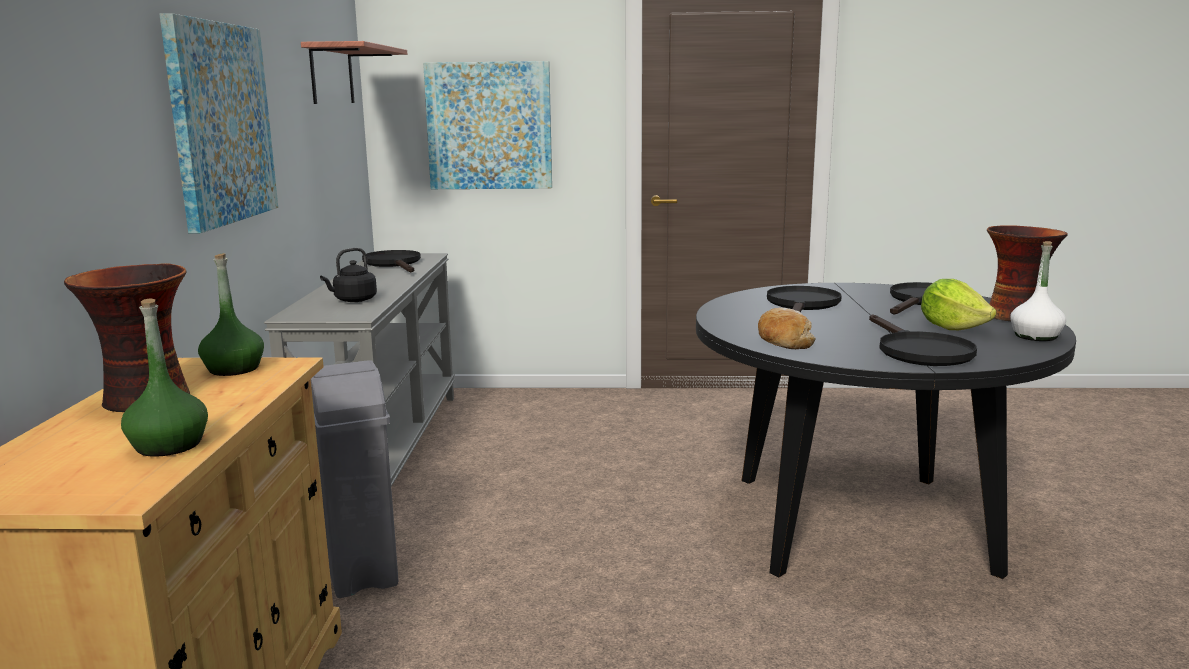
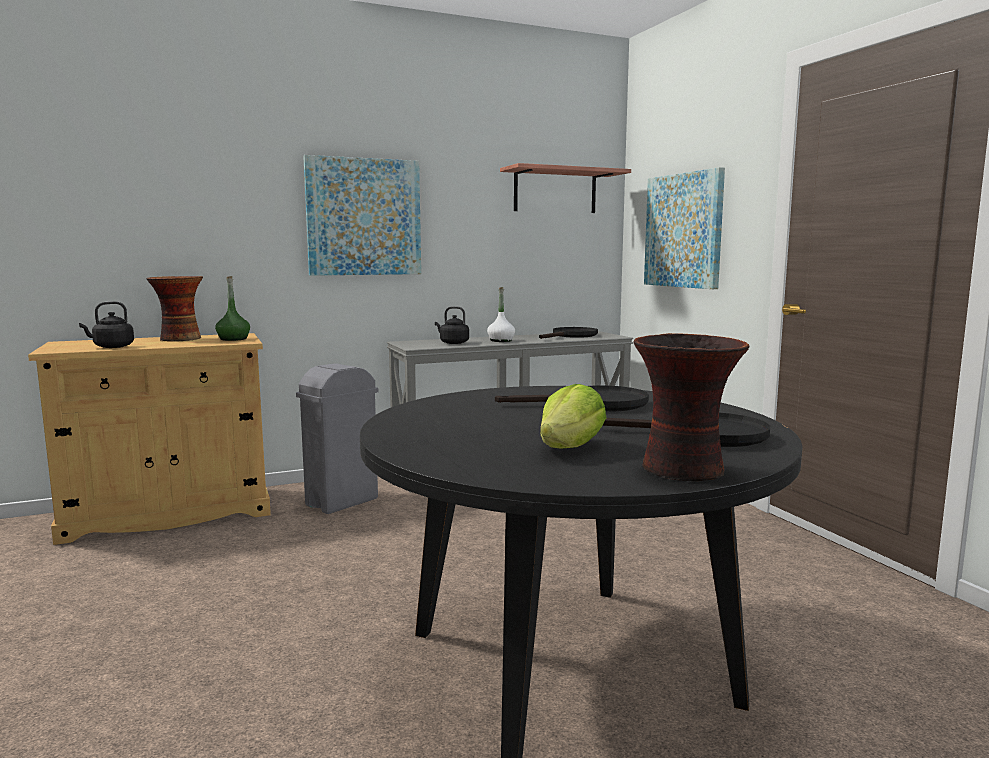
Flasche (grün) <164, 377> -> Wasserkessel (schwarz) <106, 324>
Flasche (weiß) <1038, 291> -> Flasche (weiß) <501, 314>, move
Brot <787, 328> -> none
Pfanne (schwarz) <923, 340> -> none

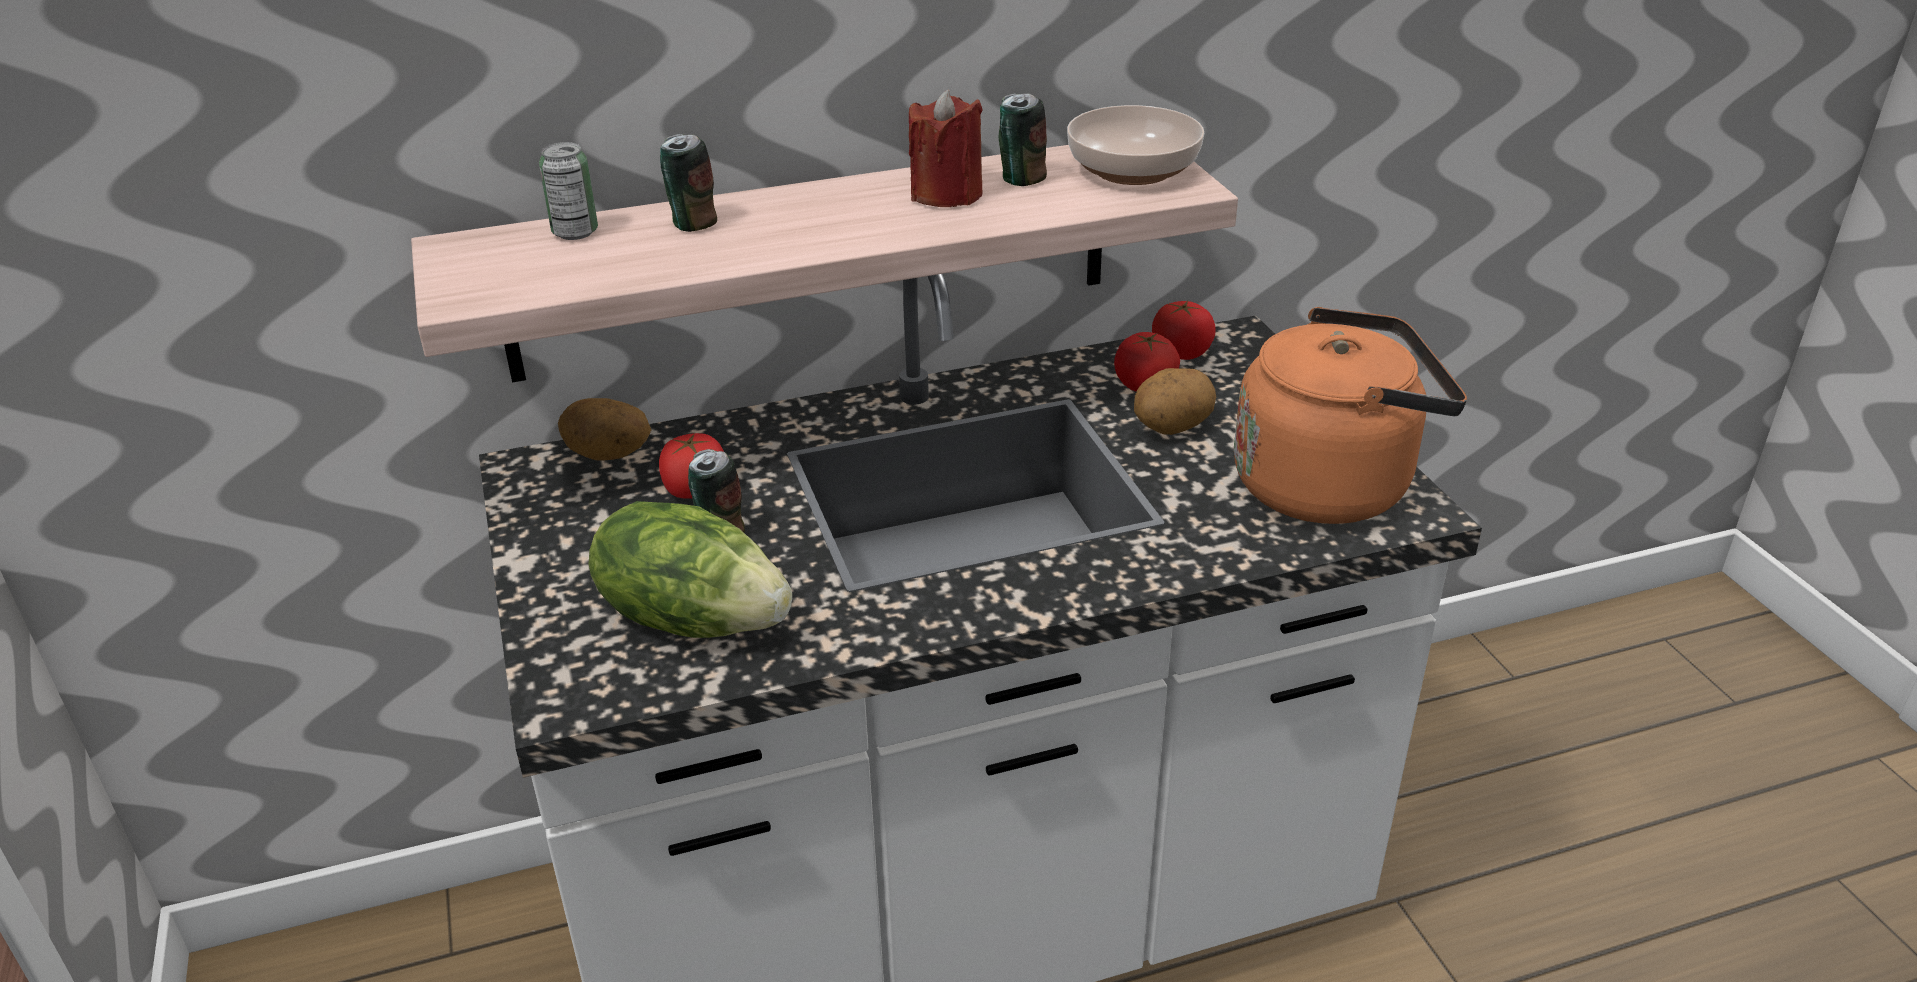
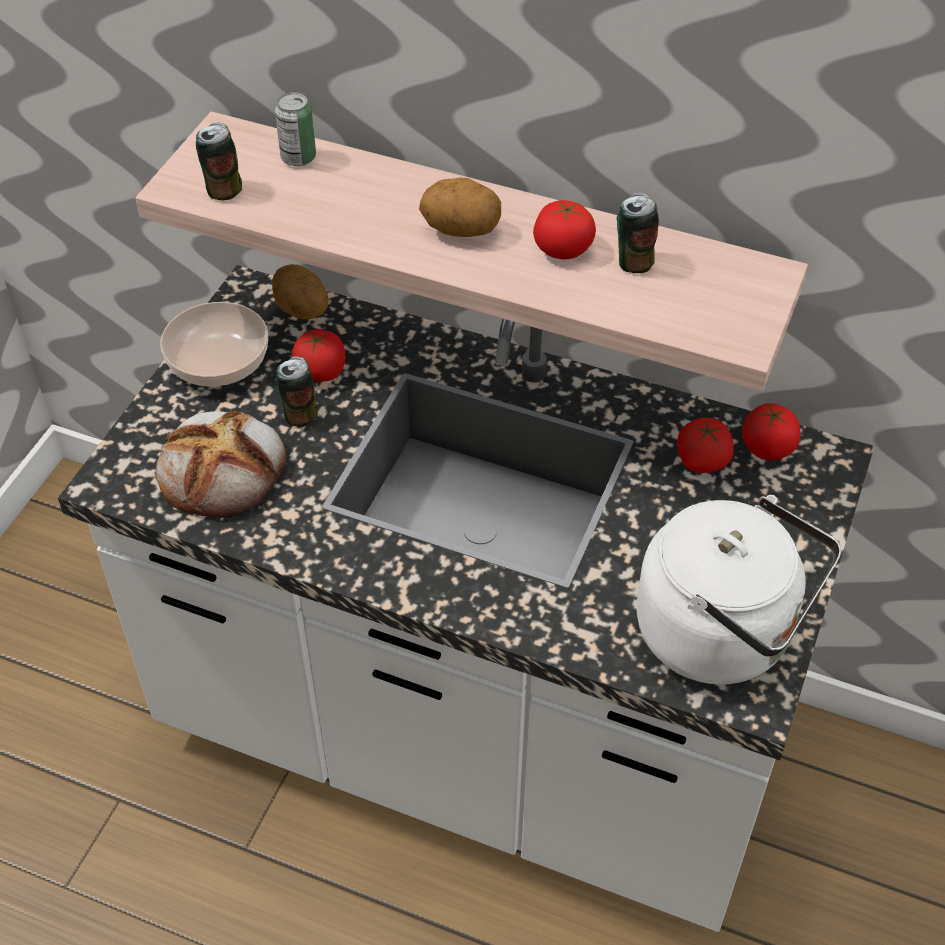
Salatkopf <690, 569> -> Brot <221, 464>
Schüssel <1136, 145> -> Schüssel <214, 344>, move
Dose <688, 183> -> Dose <219, 161>, move
Kartoffel <1175, 401> -> Kartoffel <460, 207>, move
Kerze (rot) <946, 148> -> Tomate <564, 229>
Wasserkessel (orange) <1350, 415> -> Wasserkessel (weiß) <738, 589>

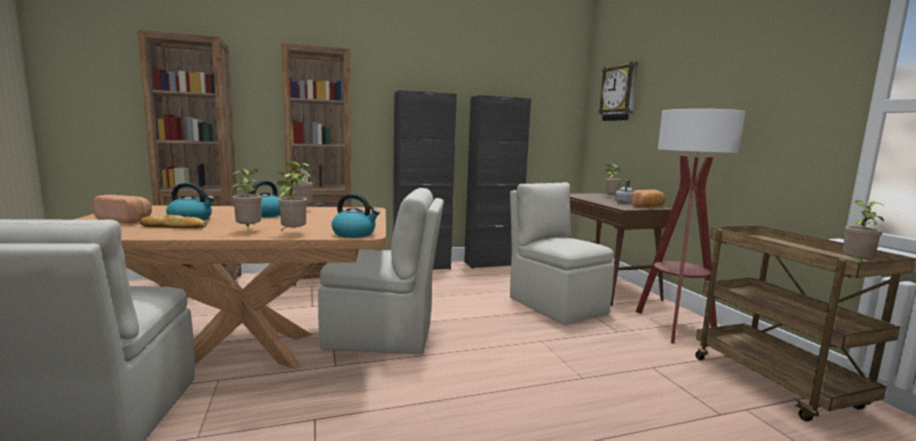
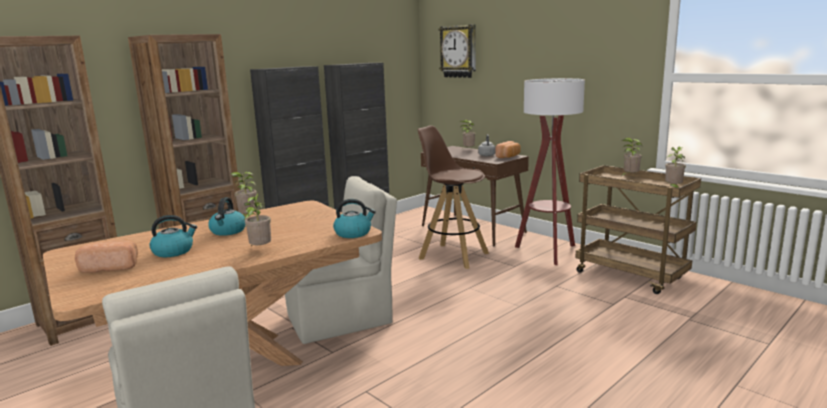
Stuhl (beige) <562, 253> -> Hocker (braun) <453, 197>
Topfpflanze <292, 201> -> Topfpflanze <632, 157>, move
Brot <173, 221> -> none

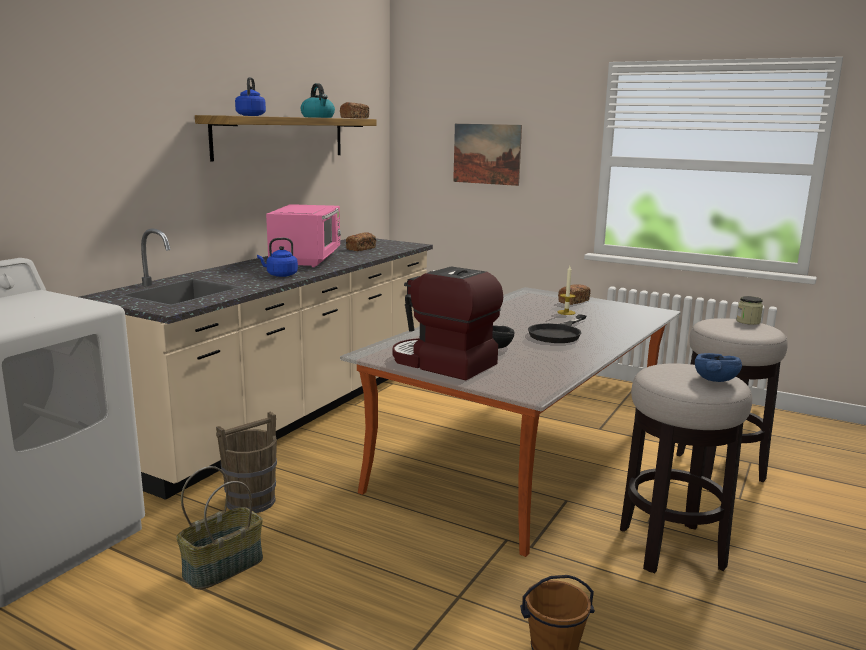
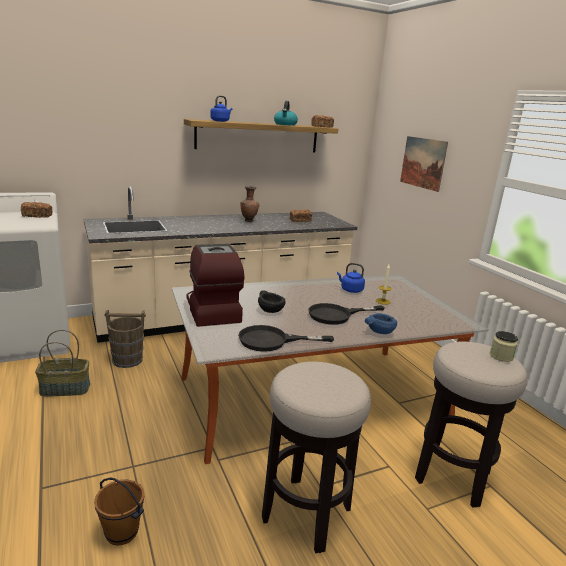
Brot <574, 294> -> Brot <36, 210>, move
none -> Pfanne (schwarz) <286, 338>
Mikrowelle (rosa) <303, 235> -> Vase (braun) <249, 204>
Wasserkessel (blau) <277, 257> -> Wasserkessel (blau) <351, 278>, move
Schüssel (blau) <718, 367> -> Schüssel (blau) <381, 323>, move

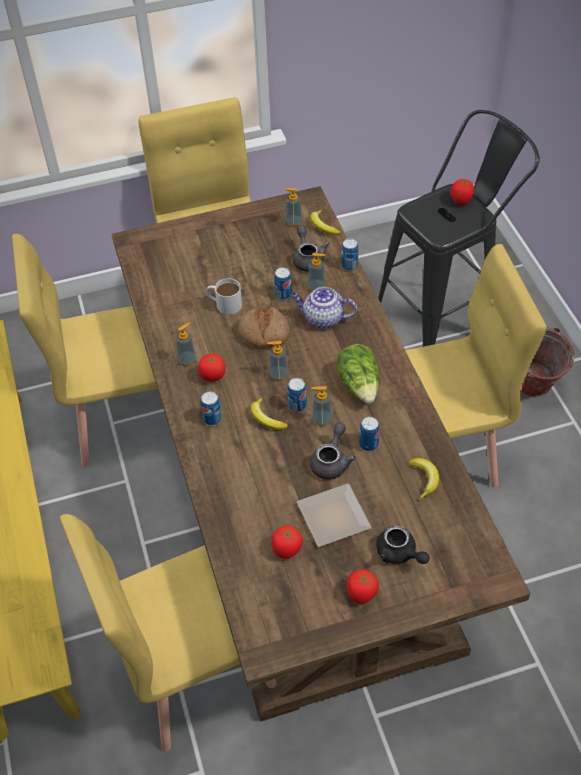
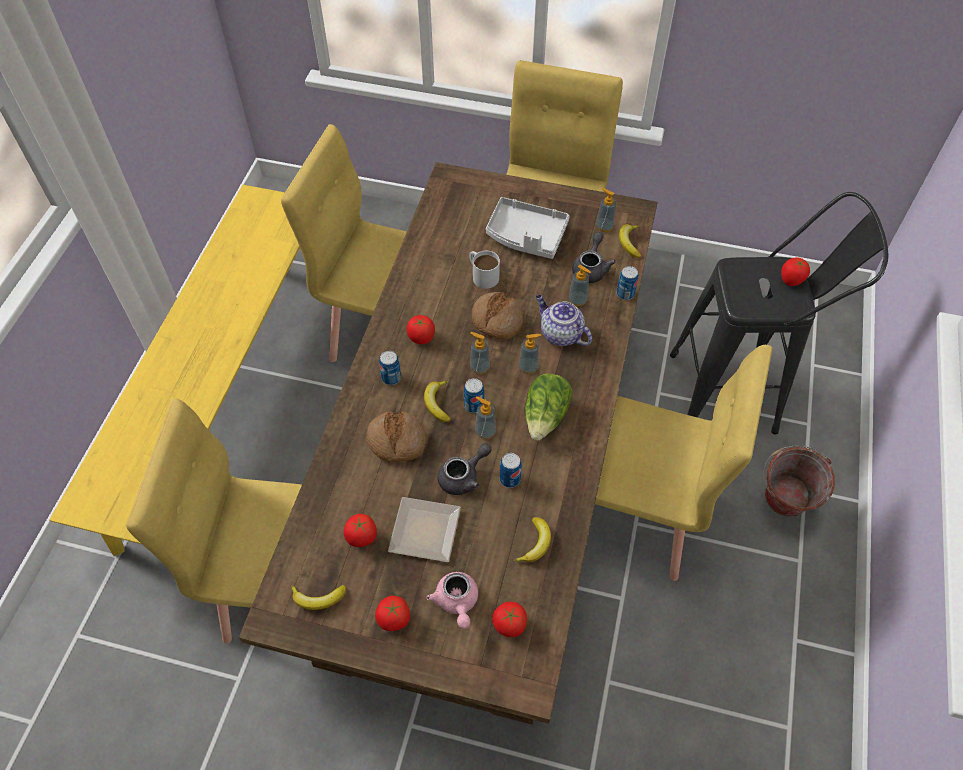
none -> Banane <318, 597>
none -> Brot <396, 437>
Teekanne (schwarz) <403, 544> -> Teekanne (rosa) <452, 600>
none -> Tablett (grau) <528, 228>
none -> Tomate <509, 619>
Seifenspender <186, 344> -> Seifenspender <530, 354>, move
Dose <283, 283> -> none

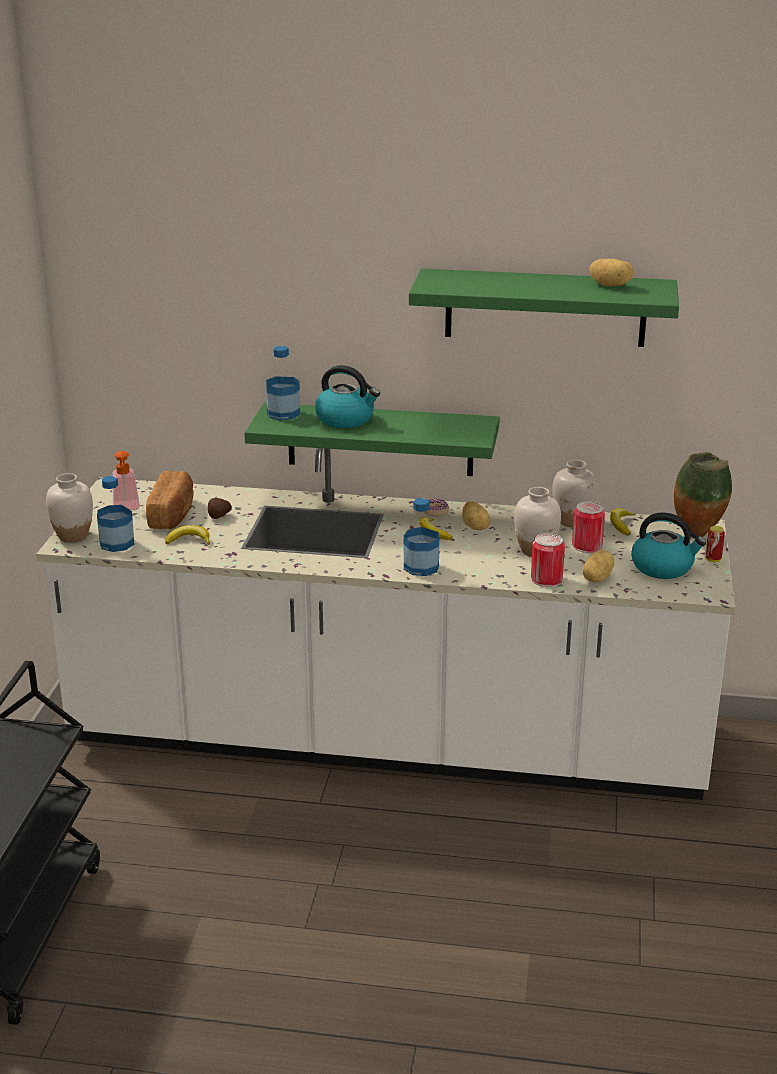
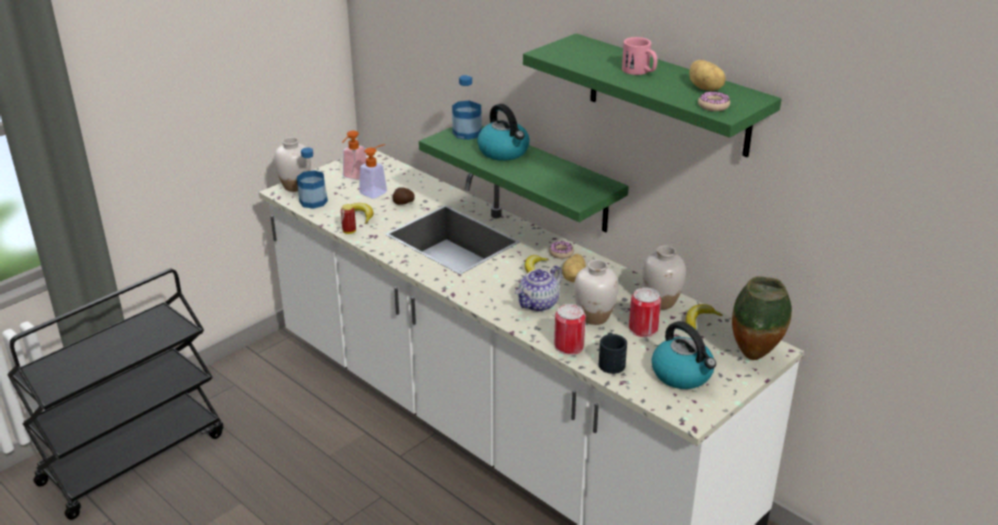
Dose <715, 544> -> Dose <348, 219>, move
Brot <170, 500> -> Seifenspender <373, 171>
none -> Teekanne <538, 288>
Kartoffel <598, 566> -> Henkelbecher (schwarz) <613, 353>
none -> Henkelbecher (rosa) <639, 56>
none -> Donut <714, 101>
Flasche <421, 537> -> none

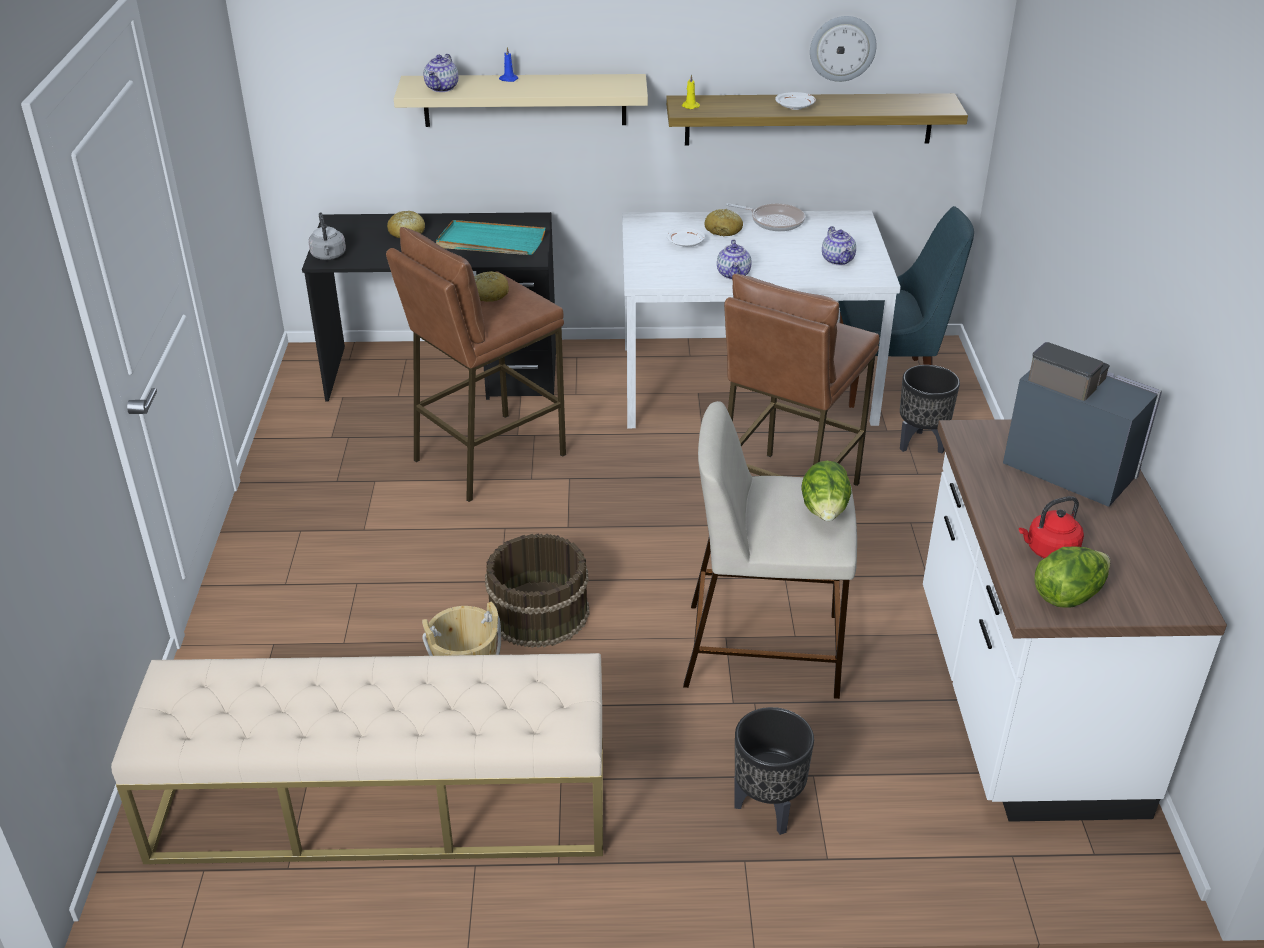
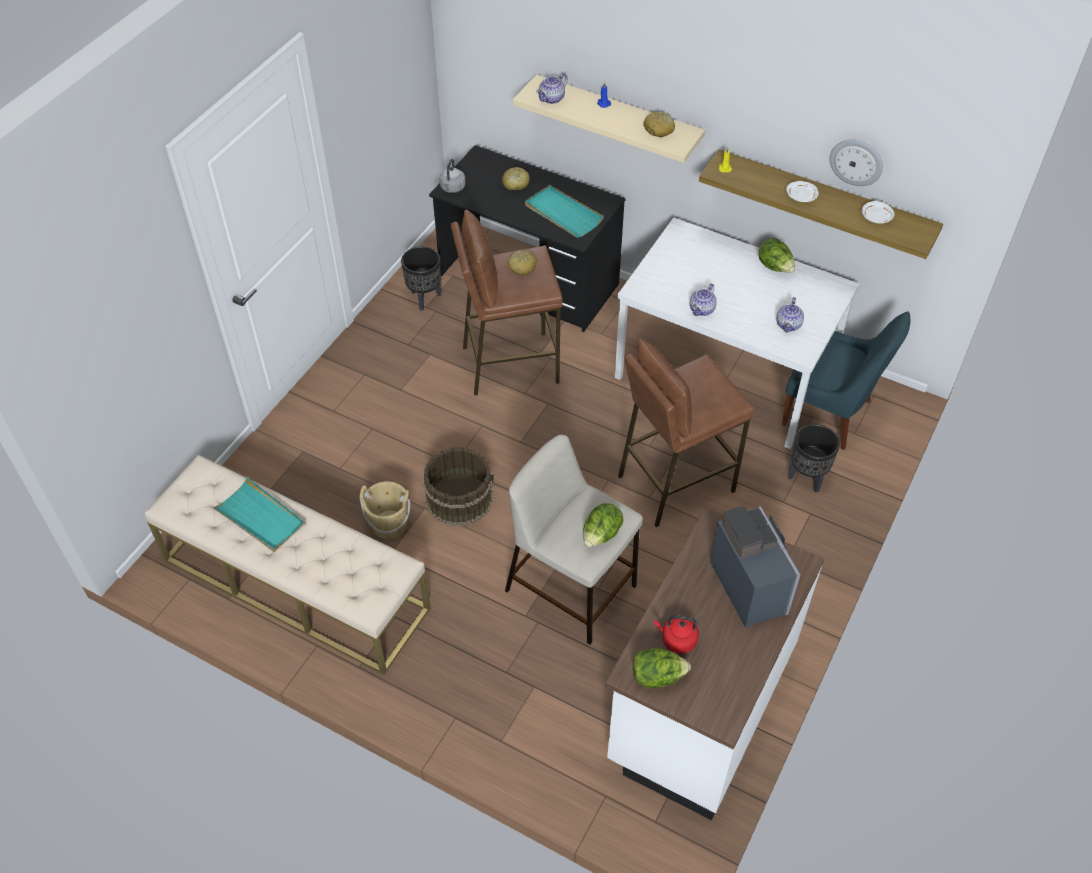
none -> Tablett (türkis) <258, 514>
Pflanzkübel (schwarz) <774, 771> -> Pflanzkübel (schwarz) <421, 278>, move
Brot <724, 222> -> Brot <659, 124>, move
Pfanne <765, 217> -> Salatkopf <777, 255>
Teller (weiß) <686, 237> -> Teller (weiß) <878, 212>, move

